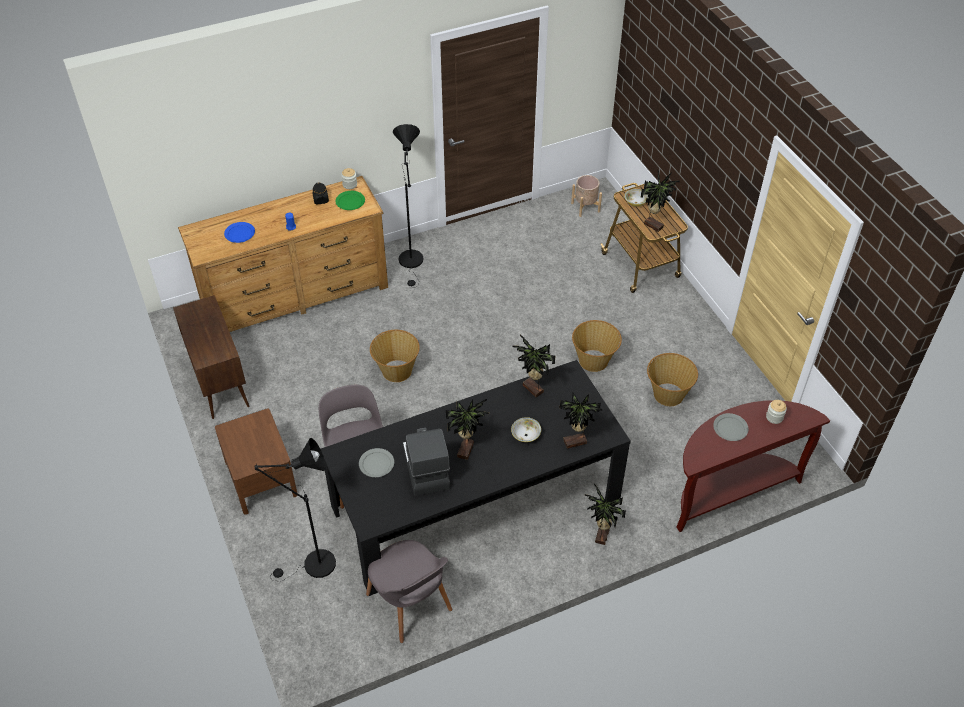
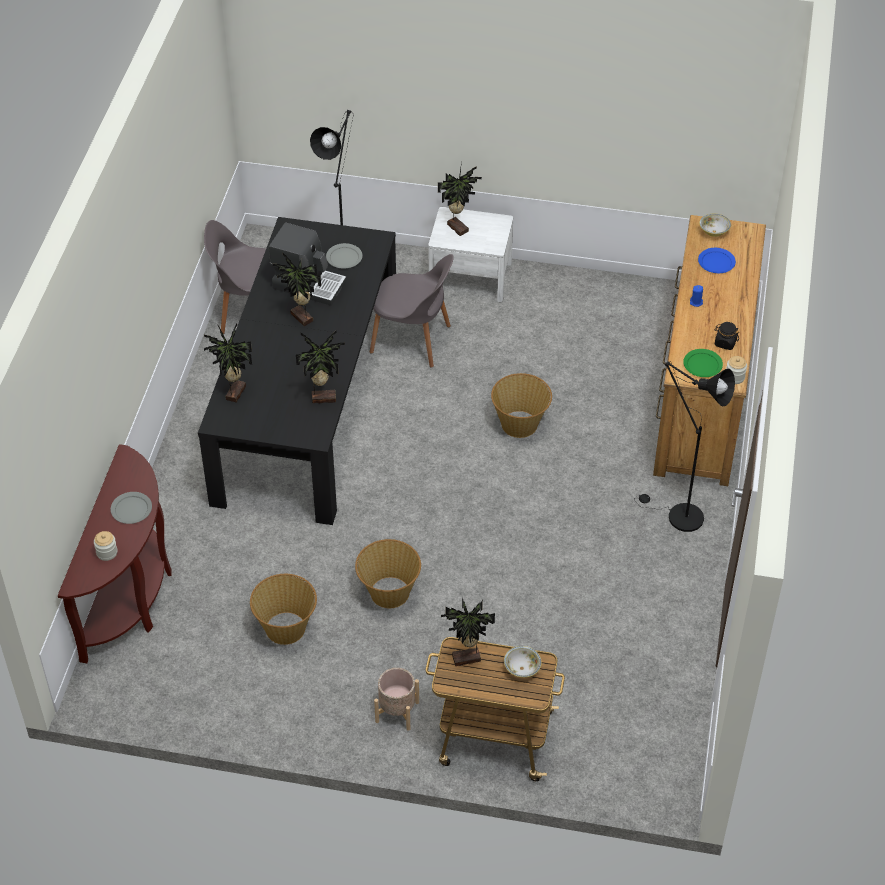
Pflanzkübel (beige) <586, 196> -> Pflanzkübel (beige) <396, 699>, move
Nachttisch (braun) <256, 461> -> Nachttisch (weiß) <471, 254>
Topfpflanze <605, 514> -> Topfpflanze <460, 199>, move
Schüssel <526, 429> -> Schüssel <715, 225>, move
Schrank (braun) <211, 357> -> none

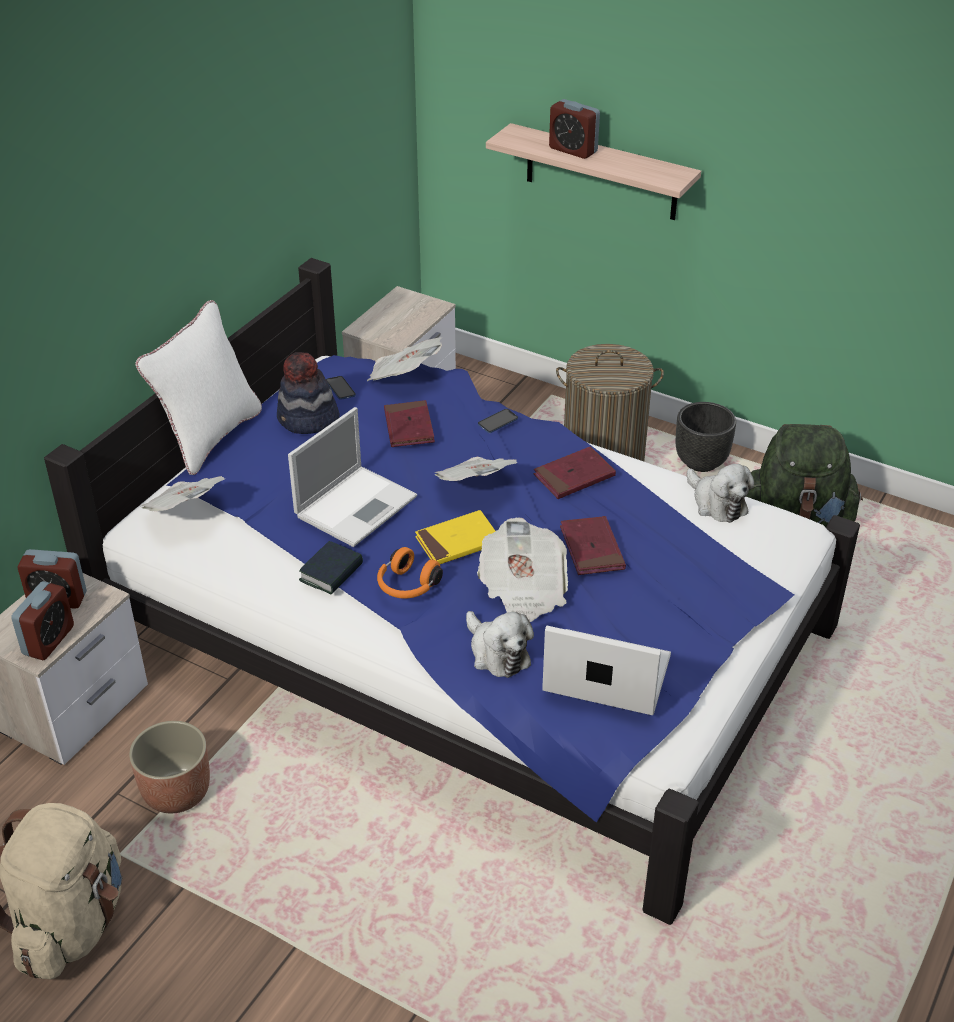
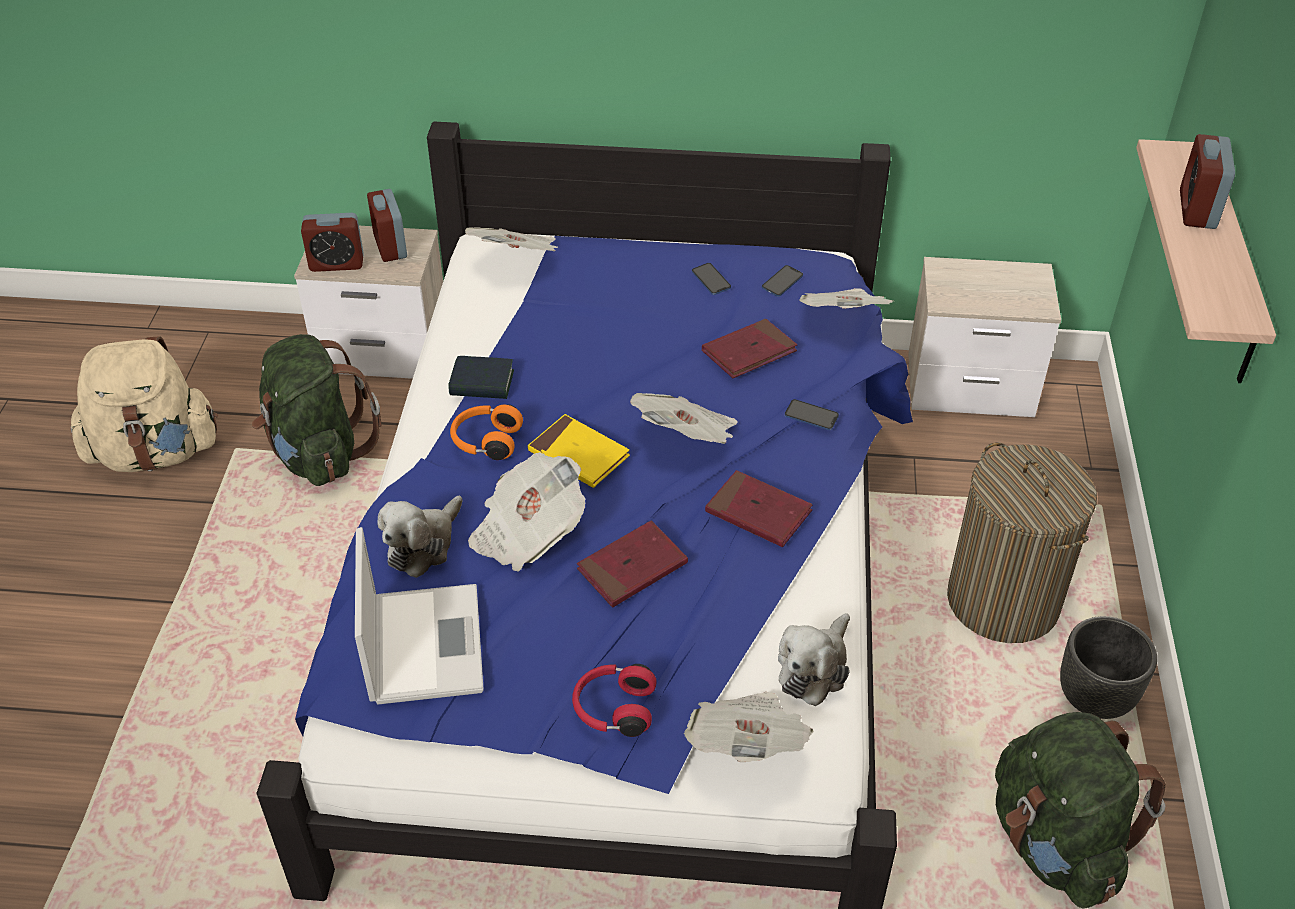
Pflanzkübel <169, 767> -> Rucksack (grün) <317, 410>
none -> Kopfhörer (rot) <614, 700>
none -> Zeitung <749, 727>
Hut <308, 393> -> Handy <711, 279>
Kissen (weiß) <198, 387> -> none
Laptop <352, 477> -> none

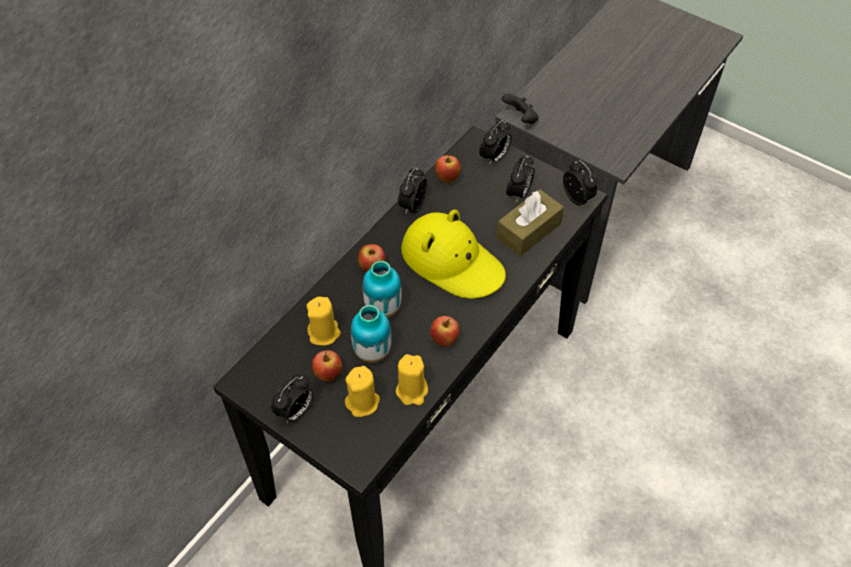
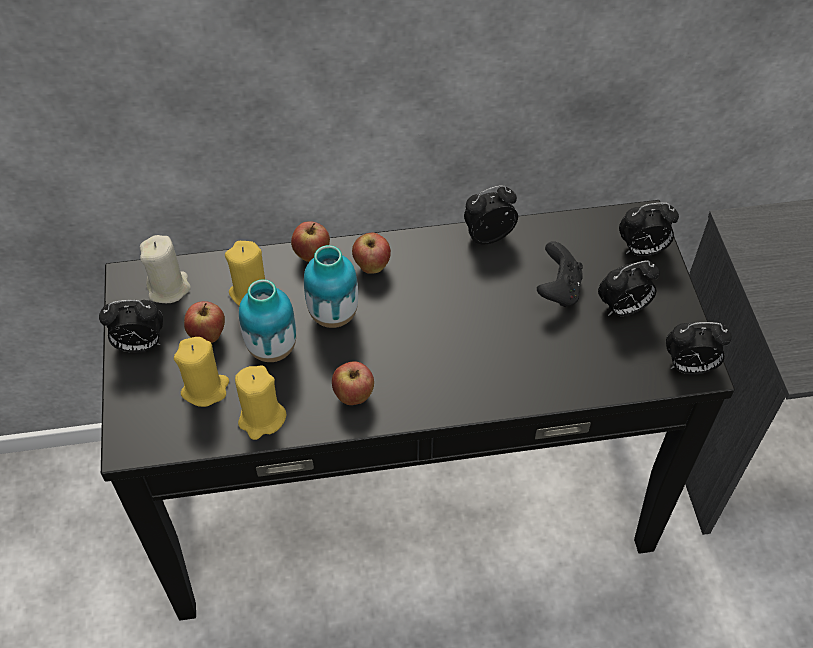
none -> Kerze (beige) <165, 269>
Apfel <448, 168> -> Apfel <310, 241>, move
Gamepad (schwarz) <520, 109> -> Gamepad (schwarz) <560, 274>, move
Wecker <580, 183> -> Wecker <699, 348>, 75 degrees clockwise
Hut (gelb) <453, 254> -> none
Taschentuchbox (braun) <530, 222> -> none

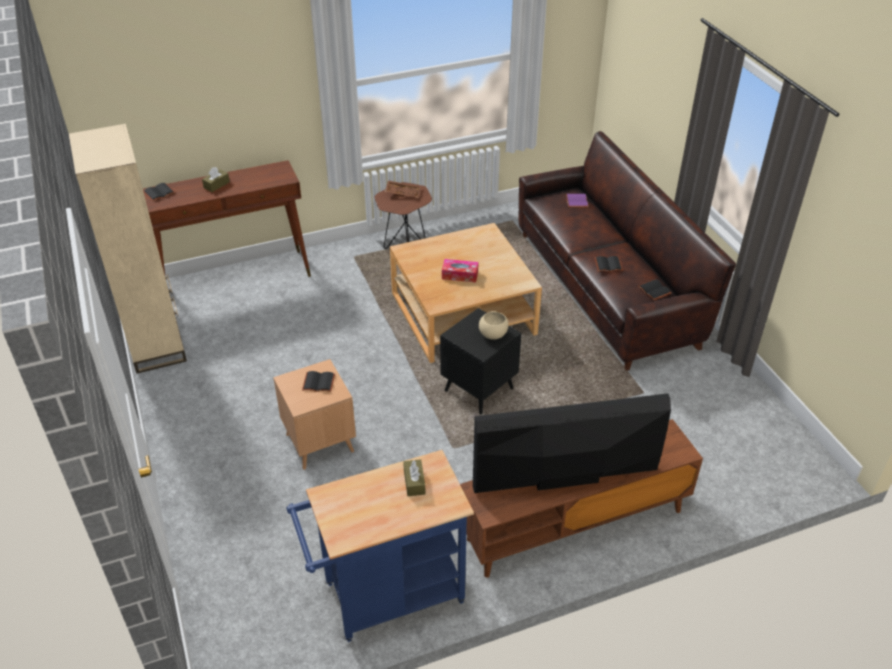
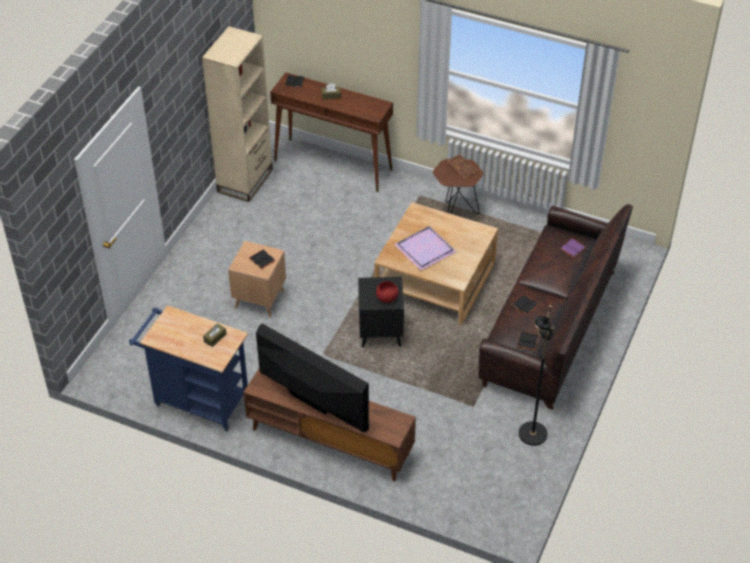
Schüssel (beige) <493, 325> -> Schüssel (rot) <387, 292>
Taschentuchbox <460, 270> -> Tablett (lila) <425, 248>
none -> Stehlampe (schwarz) <537, 375>

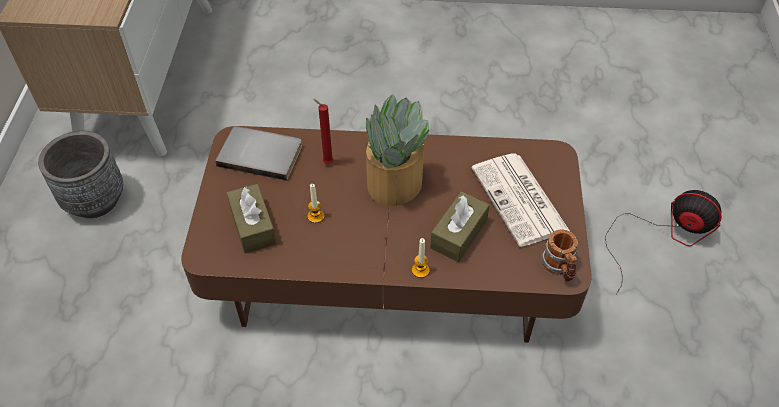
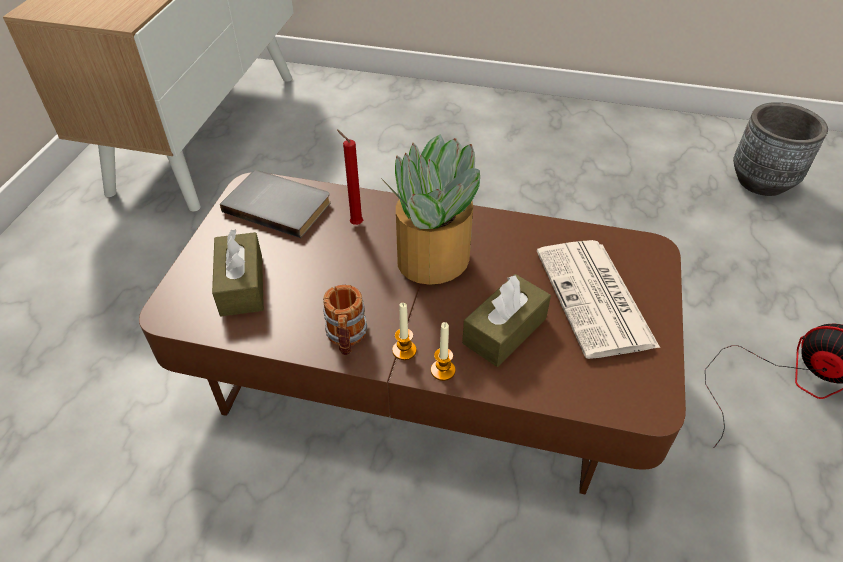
Henkelbecher <559, 255> -> Henkelbecher <345, 320>, move
Kerze <316, 203> -> Kerze <404, 331>, move
Pflanzkübel (grau) <80, 174> -> Pflanzkübel (grau) <780, 149>, move

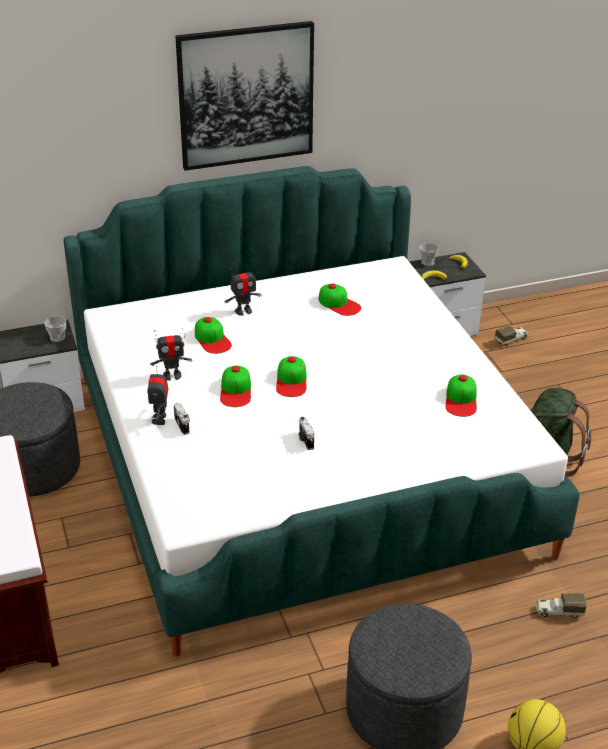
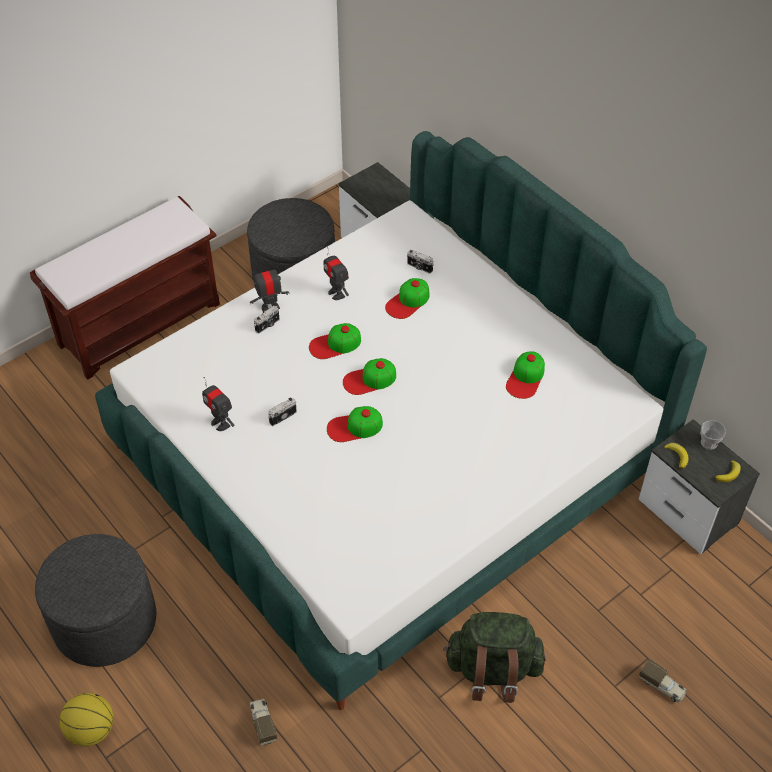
Spielzeugroboter <243, 290> -> Spielzeugroboter <218, 404>, move
Kappe <461, 395> -> Kappe <355, 424>, move
none -> Kamera <420, 262>
Spielzeuglaster <511, 335> -> Spielzeuglaster <663, 681>, move
Tasse <55, 329> -> none
Bild <244, 96> -> none

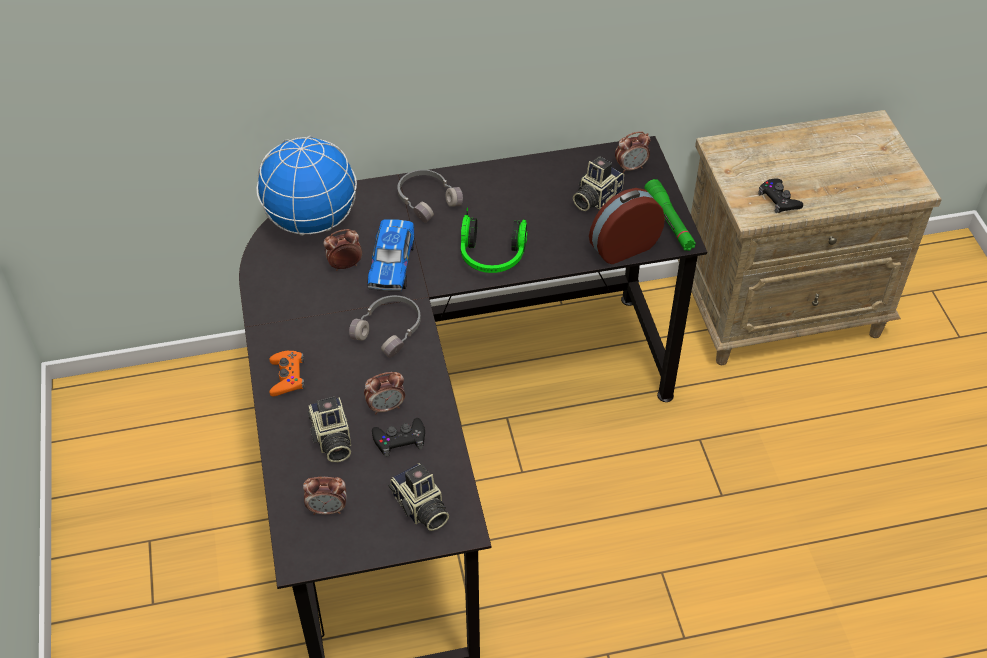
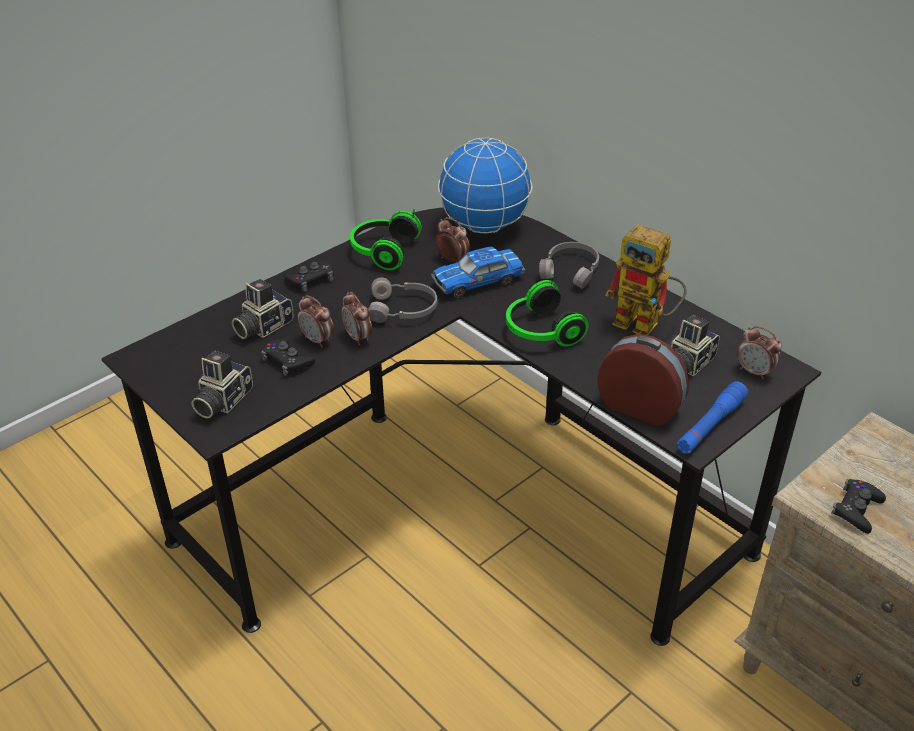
Gamepad (orange) <287, 373> -> Gamepad (schwarz) <309, 276>
Wecker <325, 496> -> Wecker <356, 318>, move
none -> Kopfhörer <386, 239>
none -> Spielzeugroboter <646, 279>
Kamera <598, 183> -> Kamera <694, 346>, 60 degrees counterclockwise
Taschenlampe (grün) <670, 215> -> Taschenlampe (blau) <712, 417>

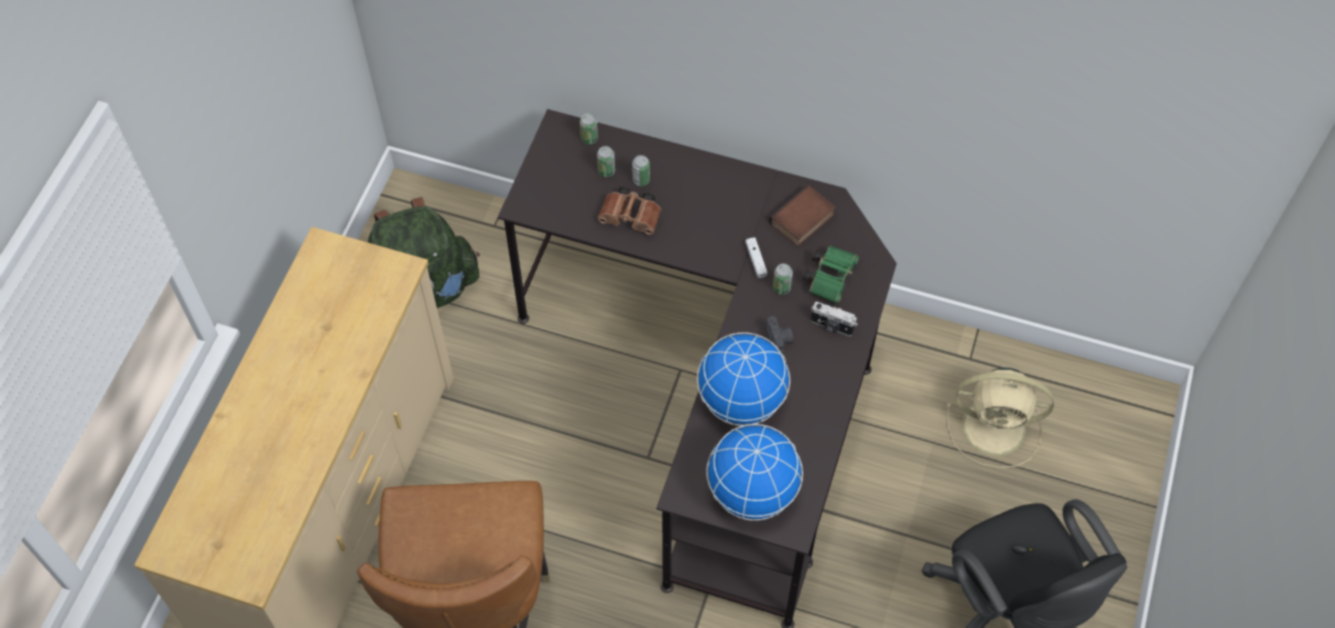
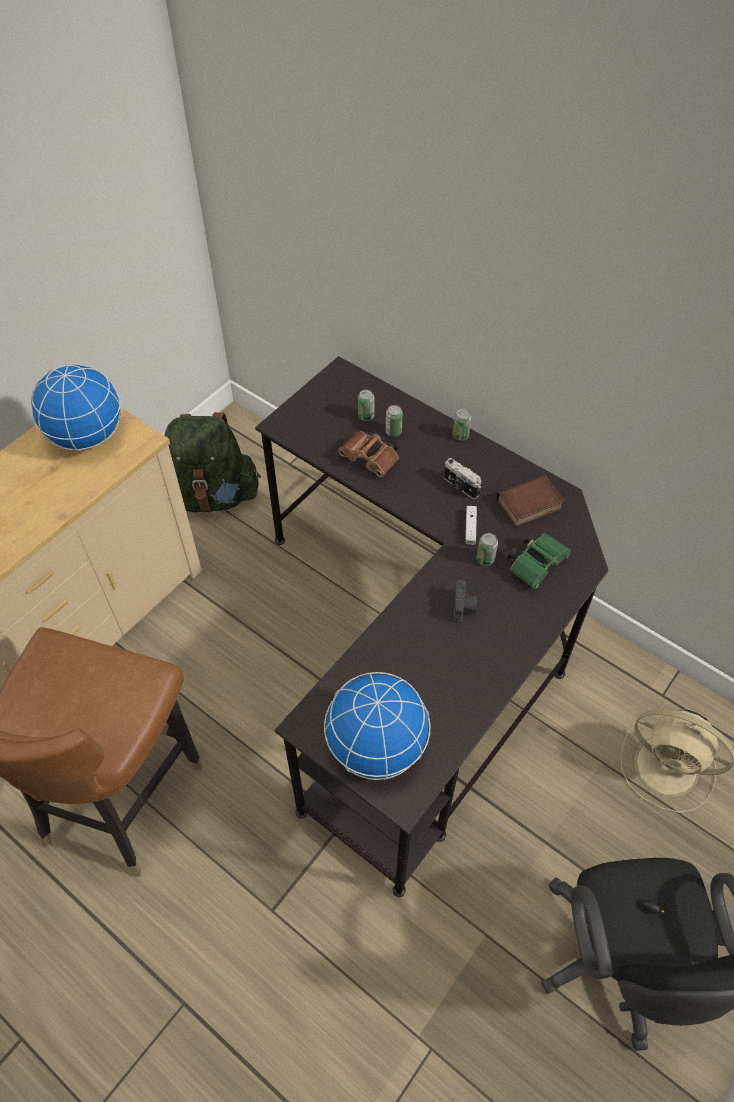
Globus <743, 379> -> Globus <76, 407>, move
Kamera <834, 319> -> Kamera <463, 478>, move
Dose <589, 128> -> Dose <462, 425>, move

